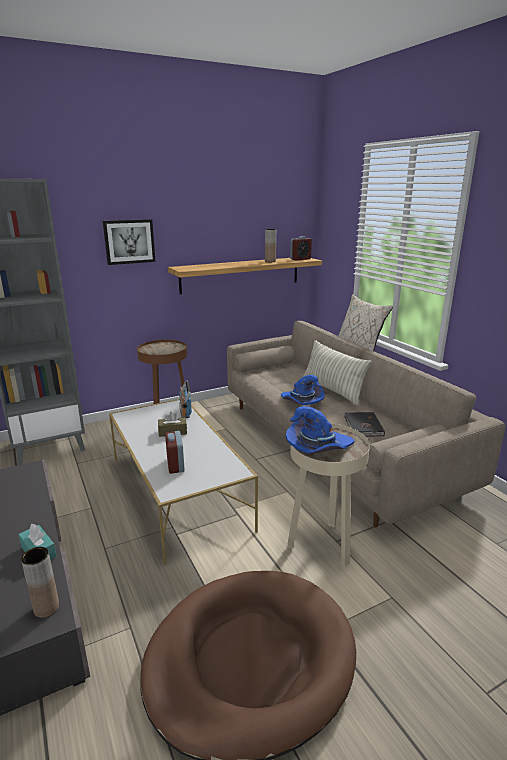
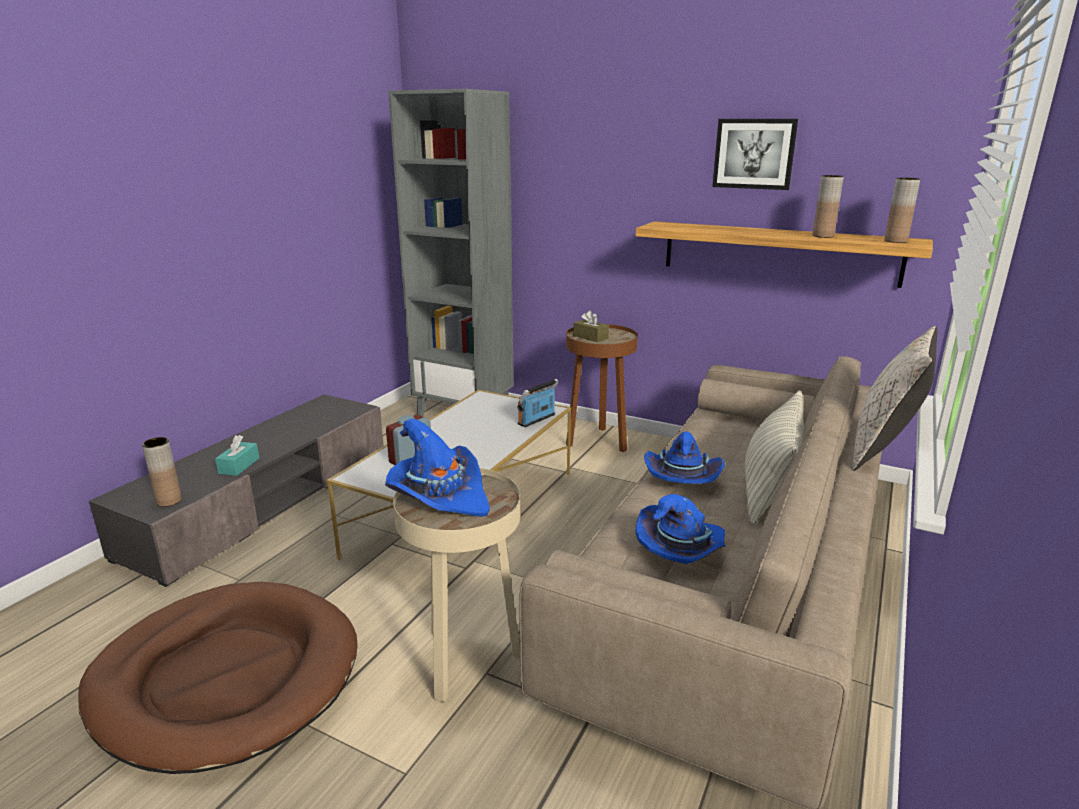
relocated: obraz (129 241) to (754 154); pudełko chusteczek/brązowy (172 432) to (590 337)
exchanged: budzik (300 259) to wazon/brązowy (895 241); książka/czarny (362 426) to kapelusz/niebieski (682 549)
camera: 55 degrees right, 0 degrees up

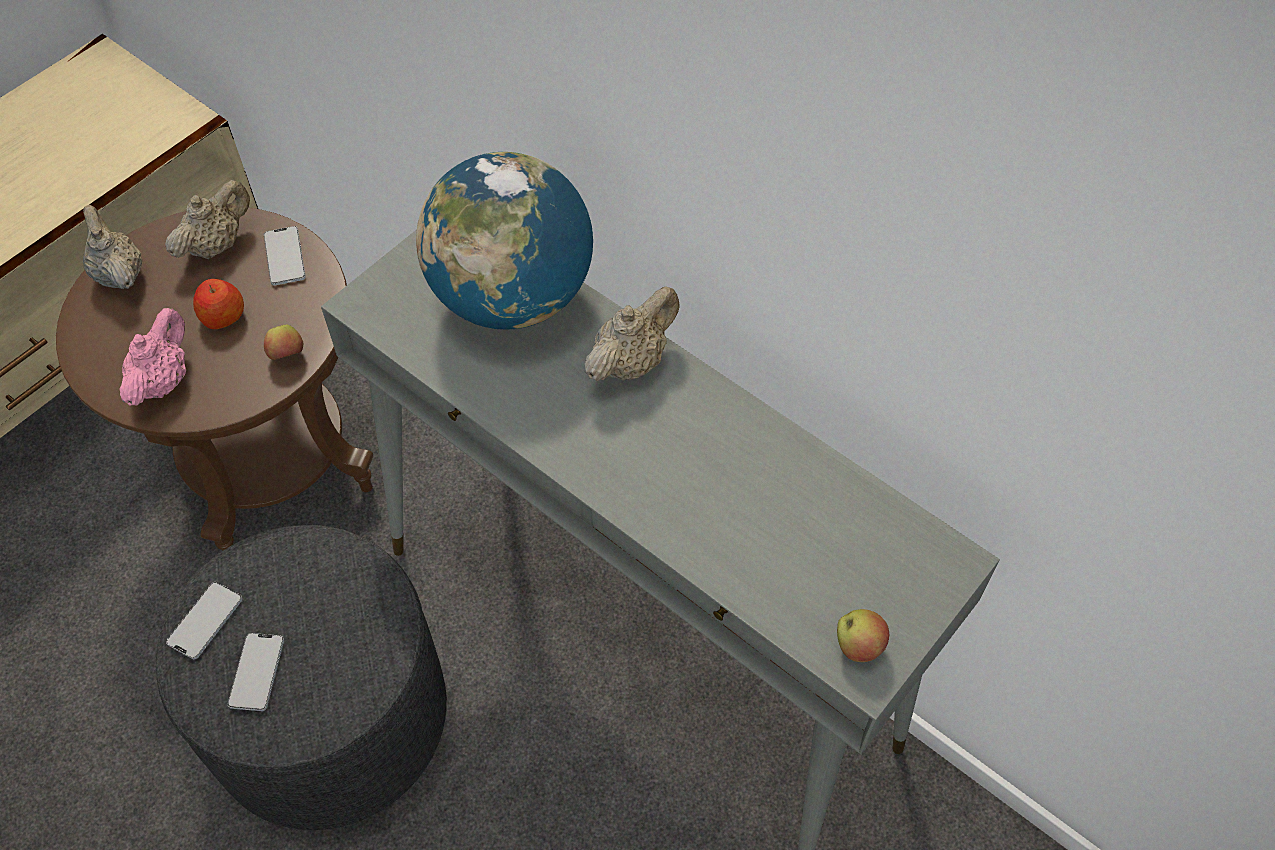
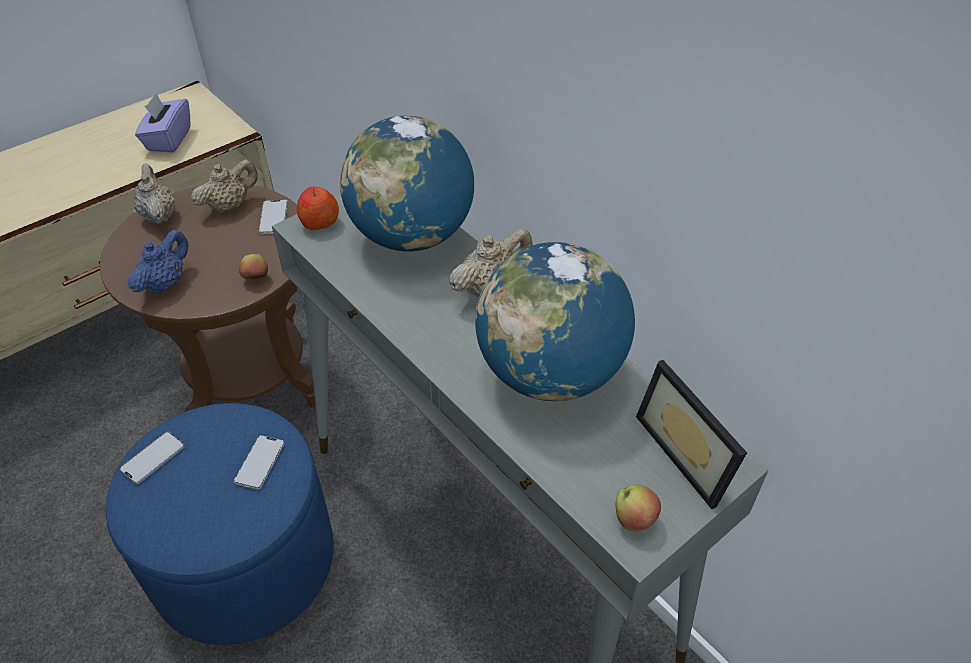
appeared: pudełko chusteczek/fioletowy (168 139); globus (550 373); ramka na zdjęcie (690 452)
relocated: jabłko (223 316) to (319 222); telefon (257 672) to (260 463)
colour: imbryk/różowy (163 381) to imbryk/niebieski (165 283); pufa/szary (330 715) to pufa/niebieski (244 560)
camera: 10 degrees right, 10 degrees down

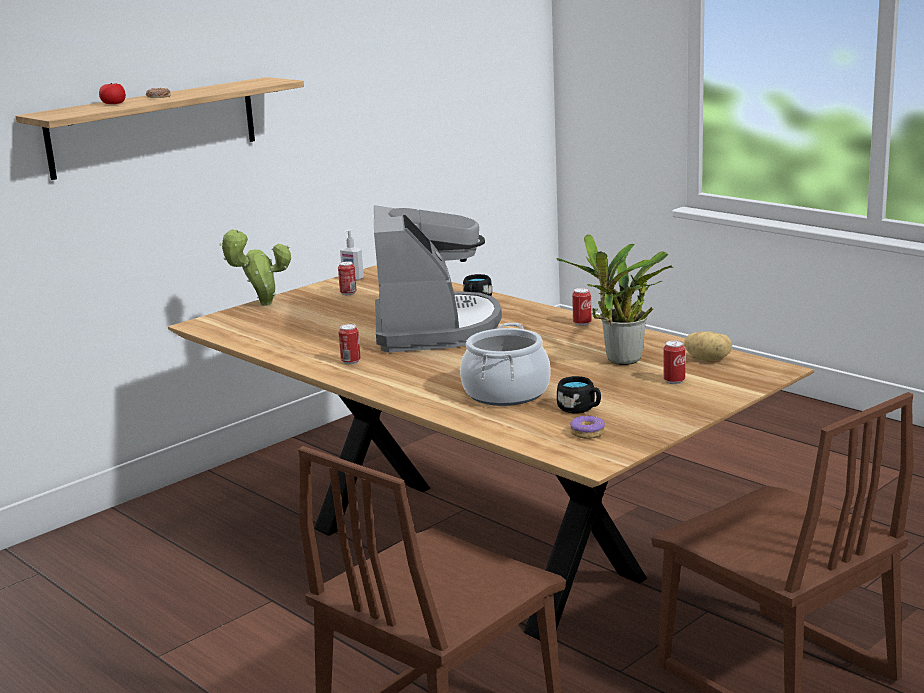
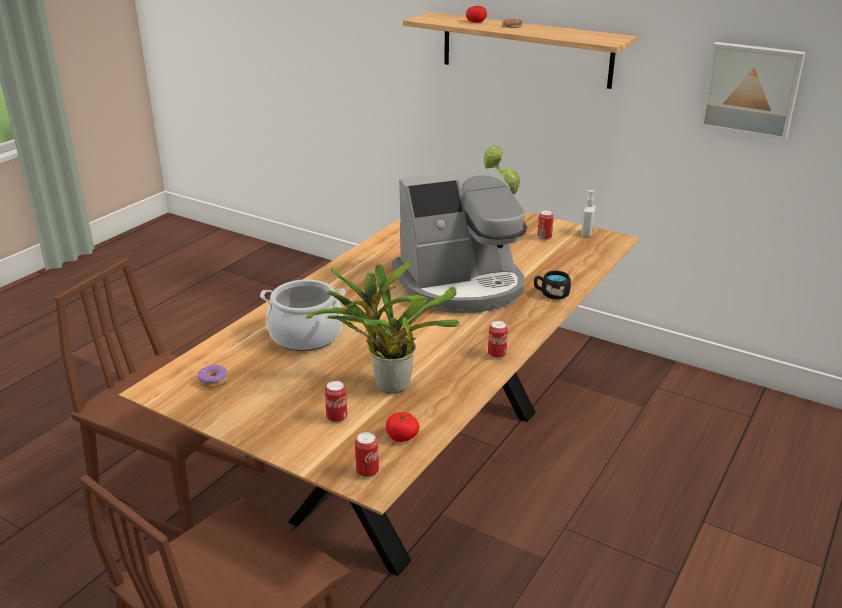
missing: kubek/czarny (580 409)
appeared: obraz (751 89)
relocated: puszka (351 361) to (367 472)
exchanged: ziemniak (708 359) to pomidor (402 436)
camera: 75 degrees right, 10 degrees up

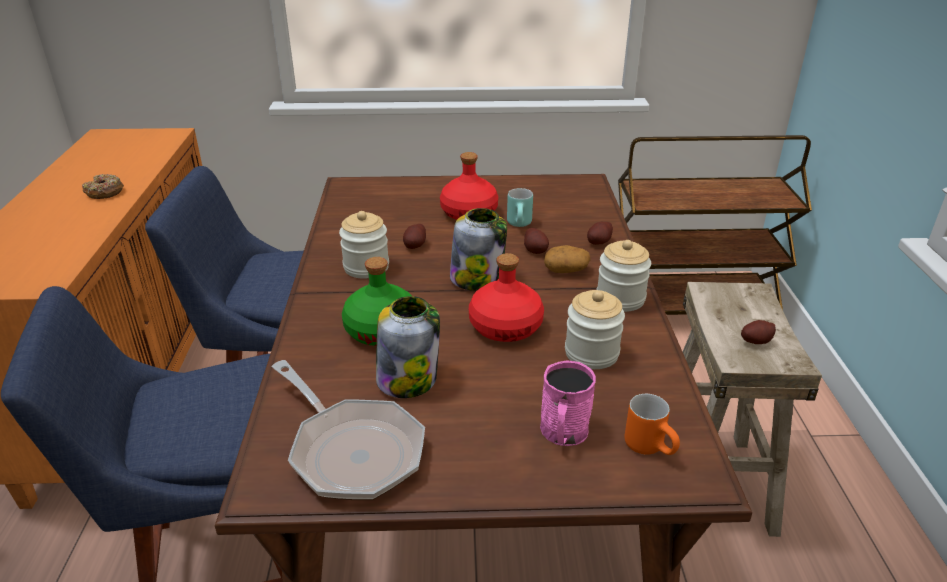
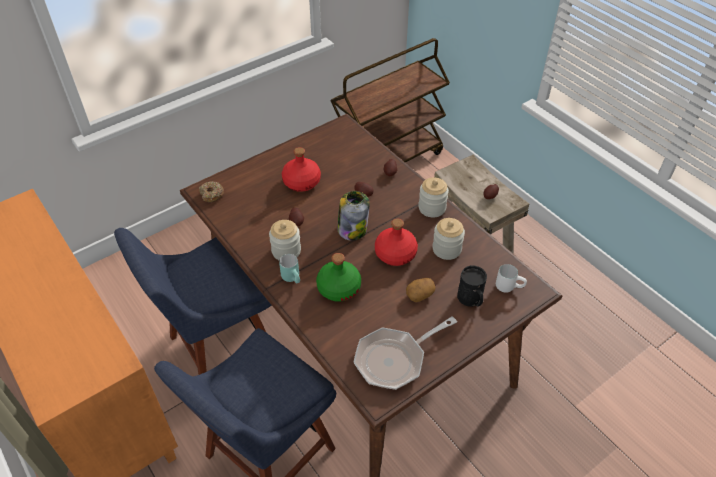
missing: słoik (408 379)
relocated: donut (105 192) to (211 195); kubek/turkusowy (521 225) to (293 278); ziemniak (566 270) to (420 294)
colour: kubek/różowy (563 433) to kubek/czarny (471 299); kubek/pomarańczowy (652 447) to kubek/biały (509 286)
spun: patelnia (351 450) = (395 359) 135 degrees clockwise
camera: 35 degrees left, 15 degrees up

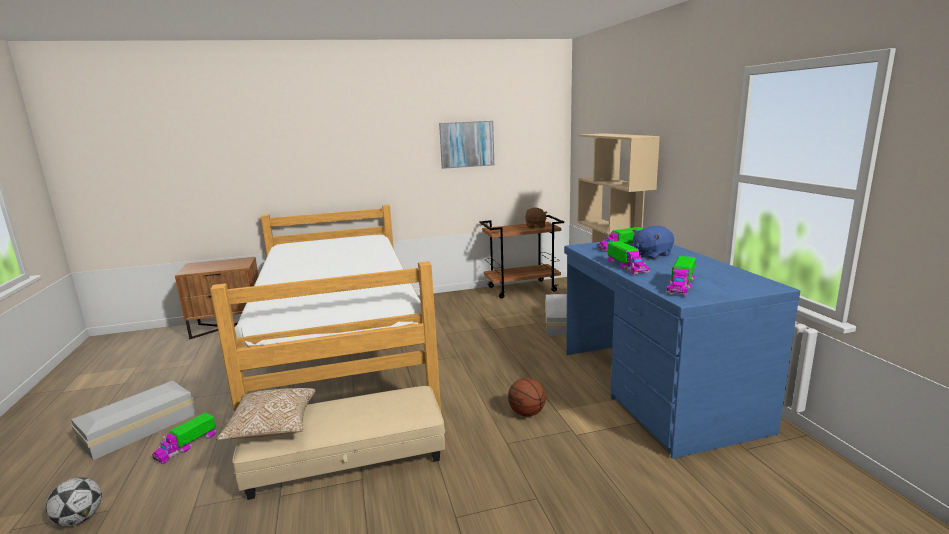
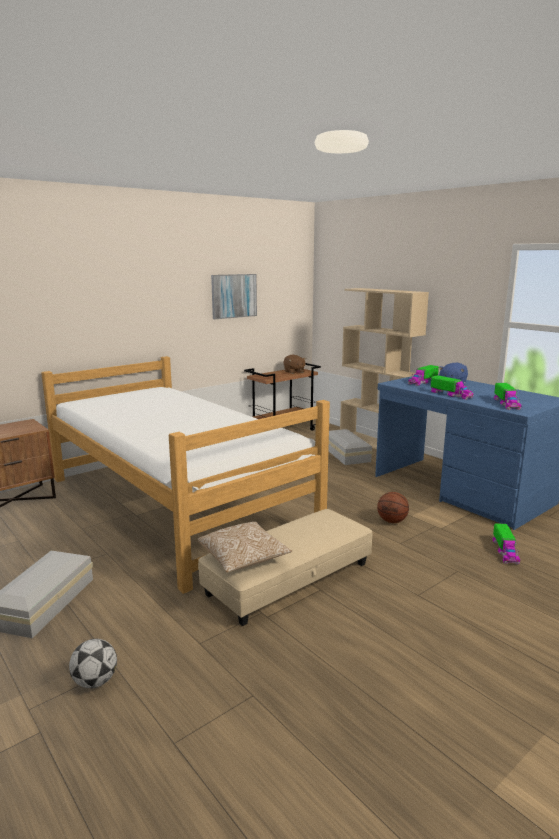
relocated: ciężarówka zabawkowa (186 446) to (505 551)
camera: 25 degrees left, 0 degrees up

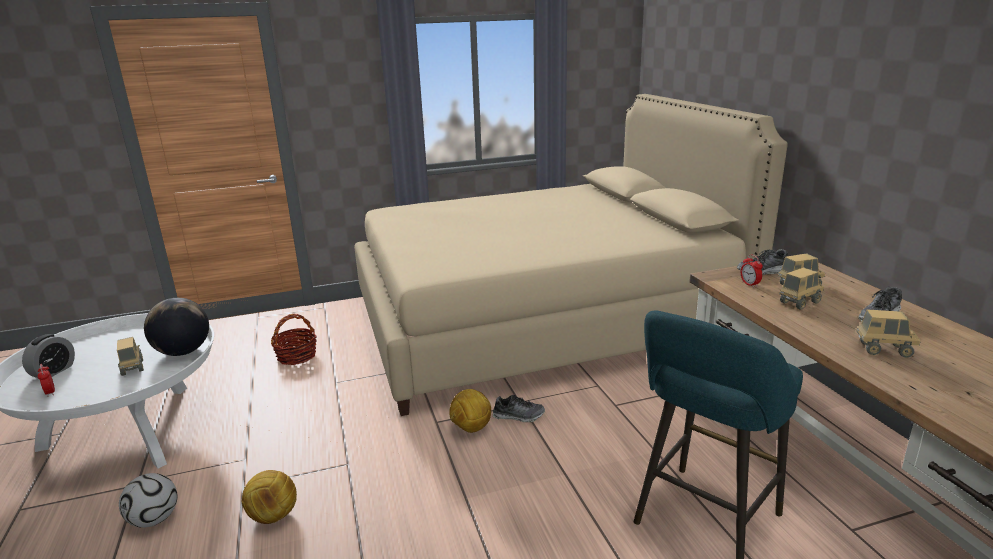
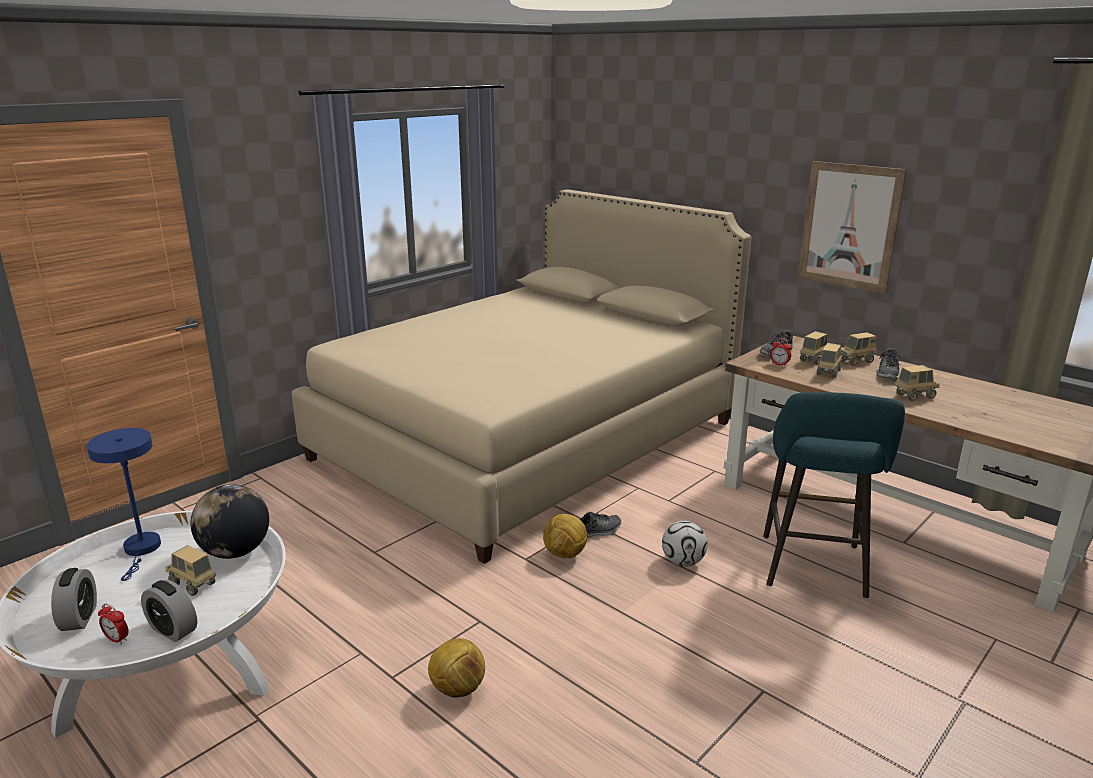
missing: koszyk (297 356)
appeared: obraz (849 226); ciężarówka zabawkowa (856 361); lampa stołowa/niebieski (141 550); budzik (173 630)
relocated: piłka futbolowa (155 519) to (683 562)
camera: 30 degrees left, 0 degrees up

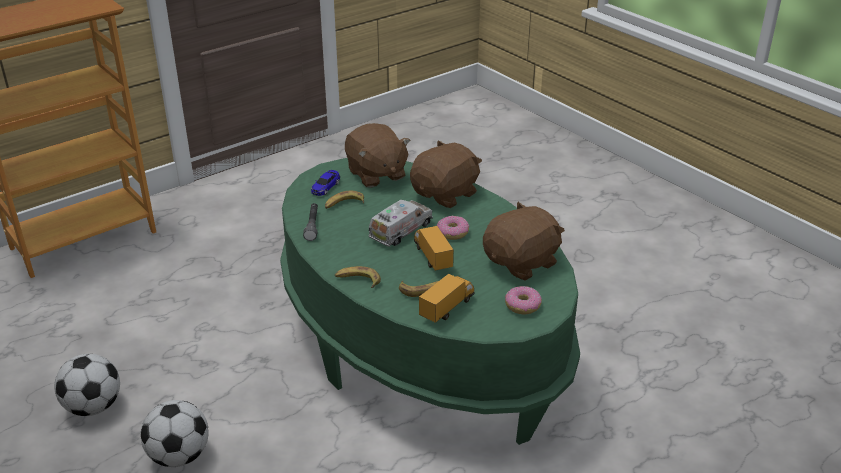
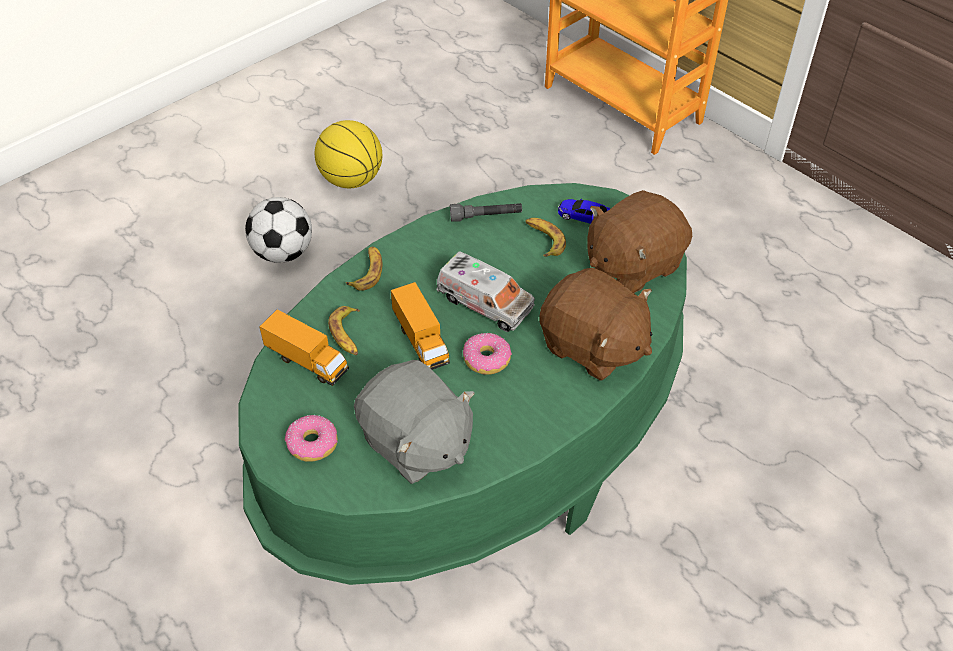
exchanged: piłka futbolowa (93 407) to piłka do koszykówki (351 179)
colour: pluszak/brązowy (522 263) to pluszak/szary (416 443)
spun: ciężarówka zabawkowa (432 258) = (421 341) 90 degrees clockwise
camera: 85 degrees right, 15 degrees up

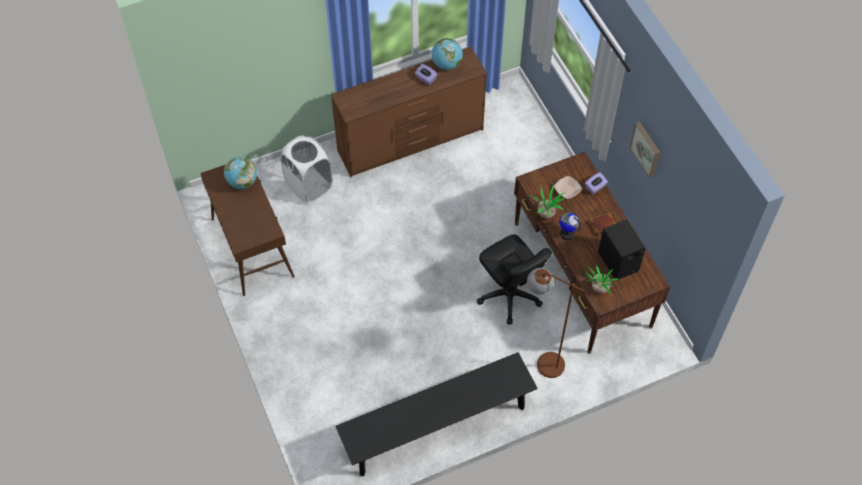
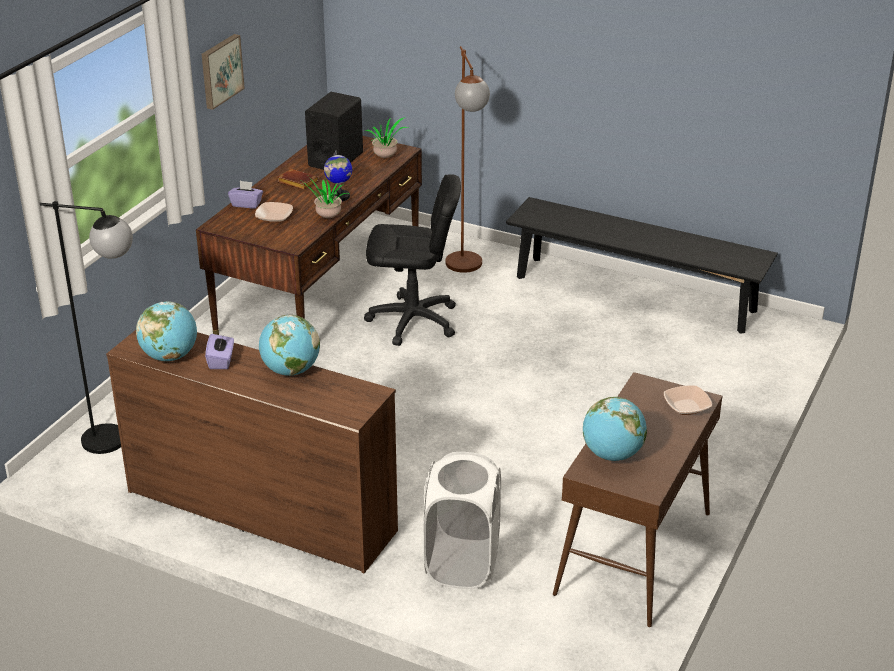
appeared: lampa stojąca/czarny (119 441); globus (290 371); miska (686 407)
spun: krzesło biurowe/czarny (509 295) = (413 321) 75 degrees clockwise
camera: 130 degrees left, 25 degrees down

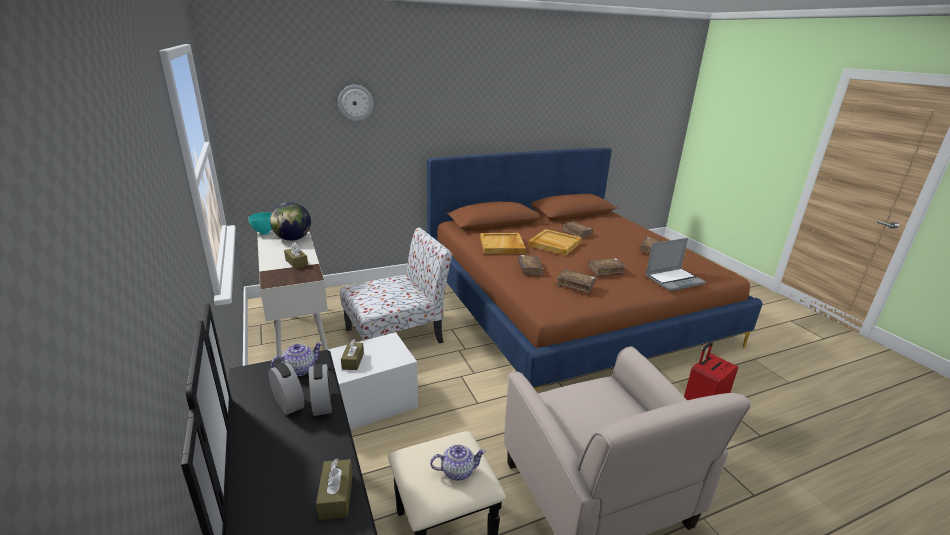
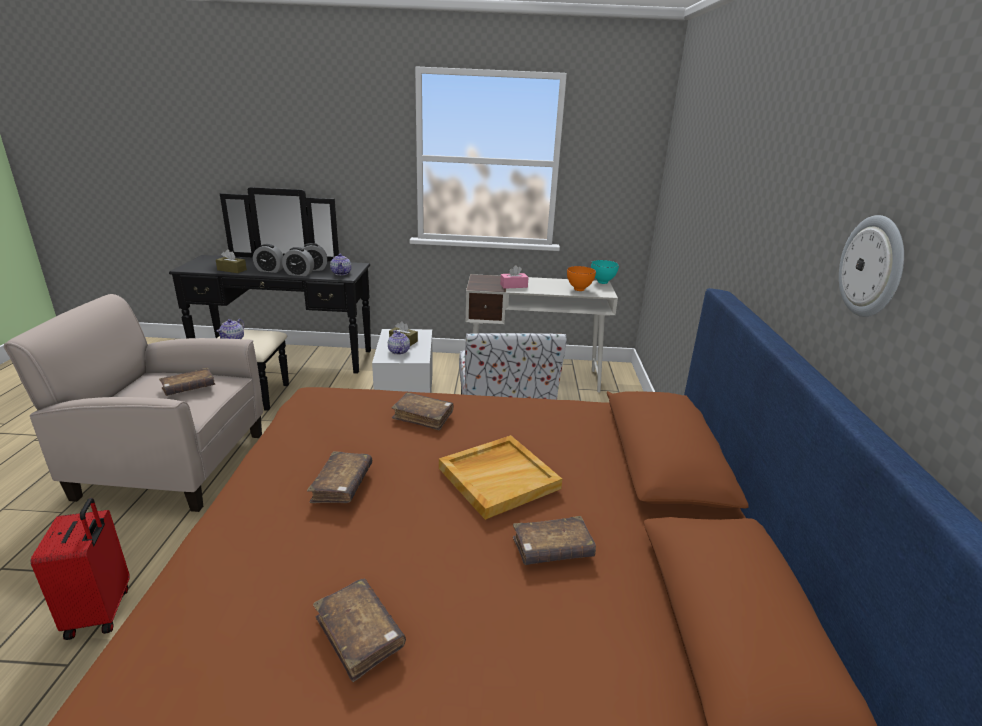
missing: taca/beżowy (502 245); laptop (674 280)
appeared: budzik (270 270); imbryk (398 351)
relocated: zegar ścienny (355 103) to (872 266); książka/brązowy (575 285) to (189 388)
exchanged: globus (293 239) to miska/pomarańczowy (578 289)
colour: pudełko chusteczek/brązowy (296 262) to pudełko chusteczek/różowy (513 286)
camera: 115 degrees right, 0 degrees up

